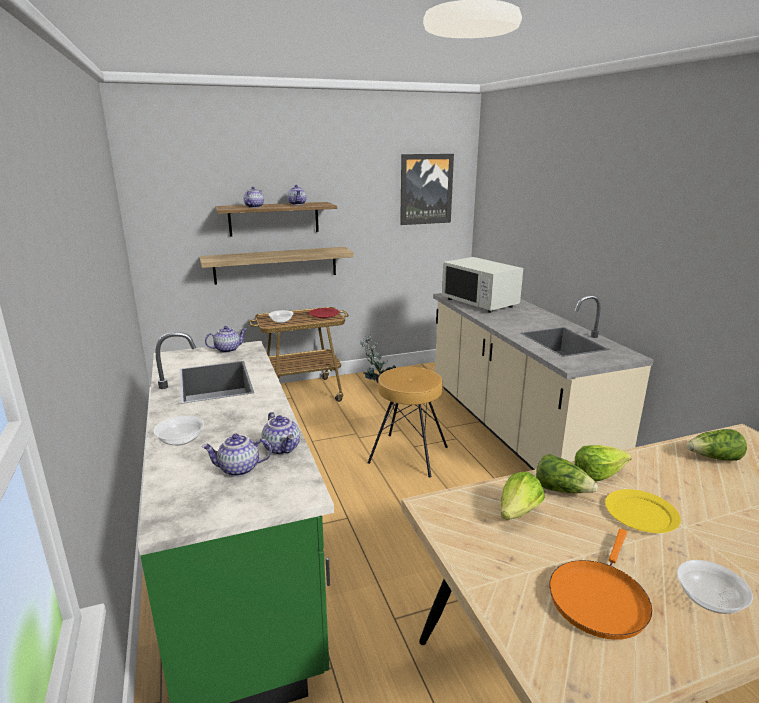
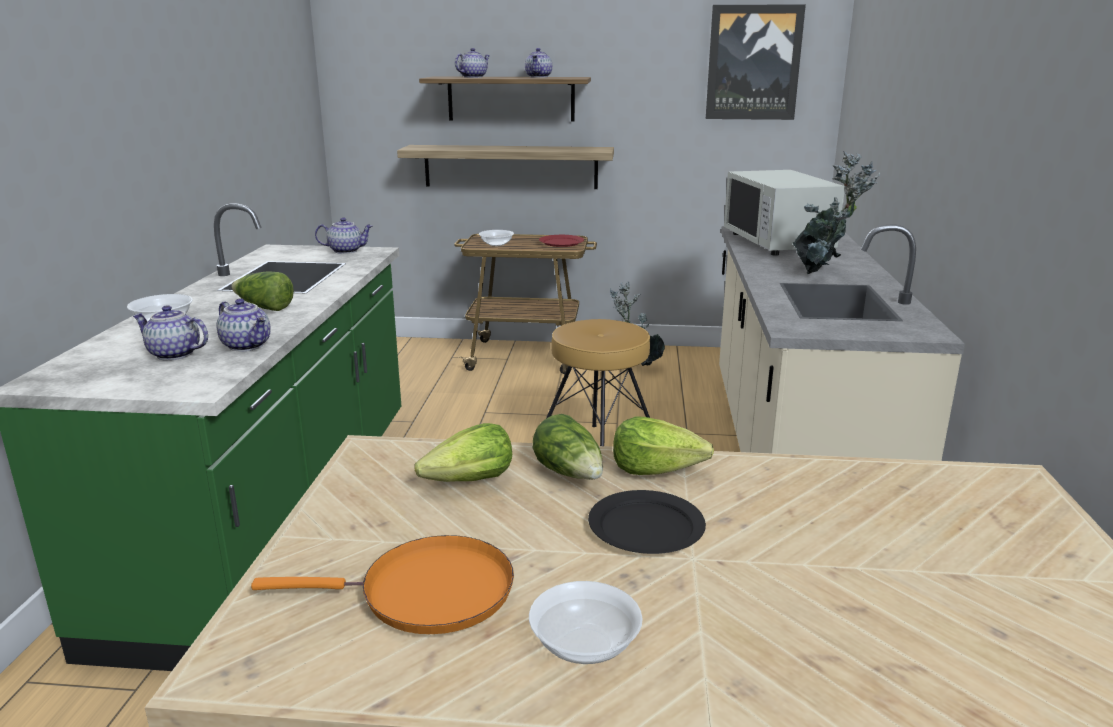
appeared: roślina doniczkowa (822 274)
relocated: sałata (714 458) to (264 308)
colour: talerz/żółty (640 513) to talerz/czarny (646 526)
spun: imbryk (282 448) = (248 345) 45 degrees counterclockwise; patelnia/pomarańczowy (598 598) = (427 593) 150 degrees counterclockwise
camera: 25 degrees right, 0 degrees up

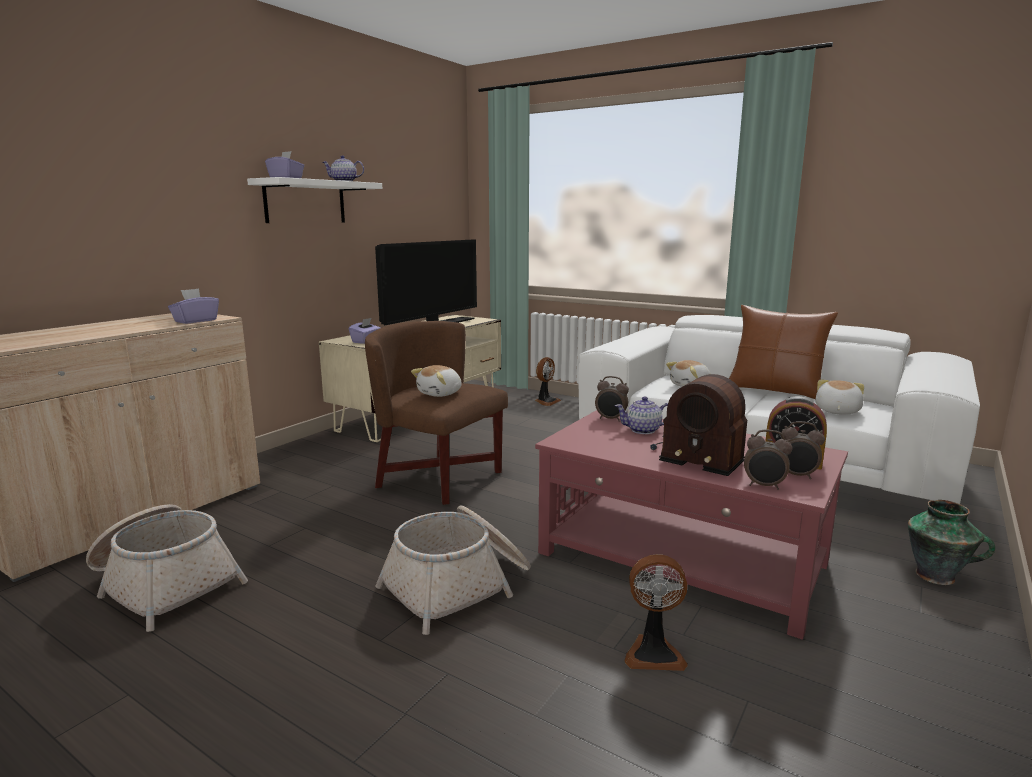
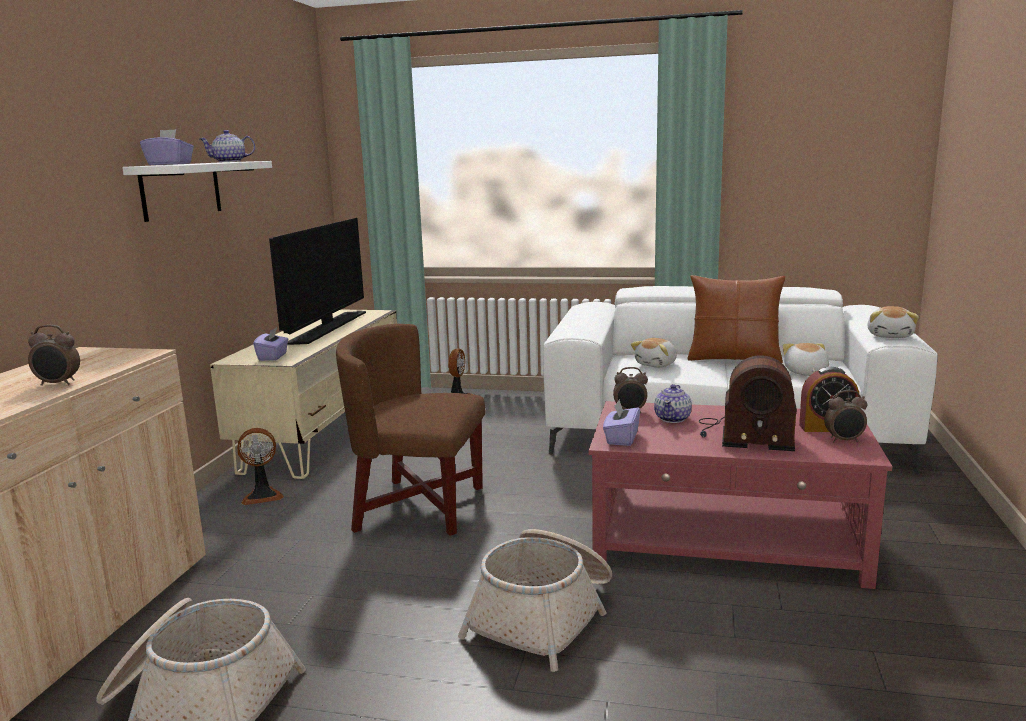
missing: wazon (937 576)
relocated: pudełko chusteczek/fioletowy (195 321) to (621 438); pluszak (440 394) to (890 336); budzik (764 486) to (58 384); wentylator (653 653) to (262 496)
spun: imbryk (643 430) = (673 418) 45 degrees counterclockwise
camera: 20 degrees left, 0 degrees up

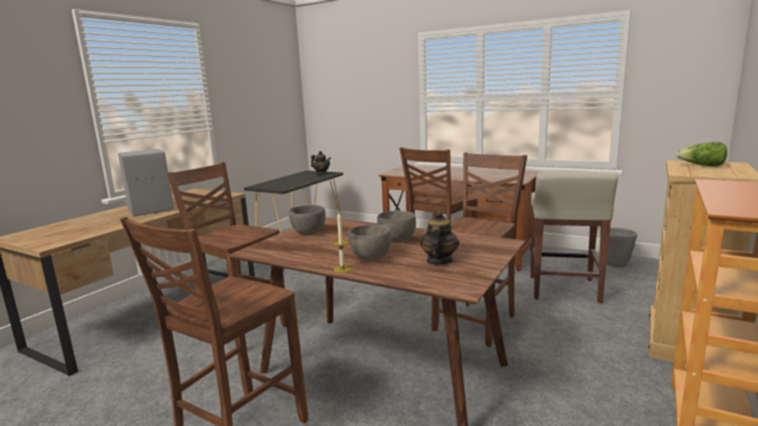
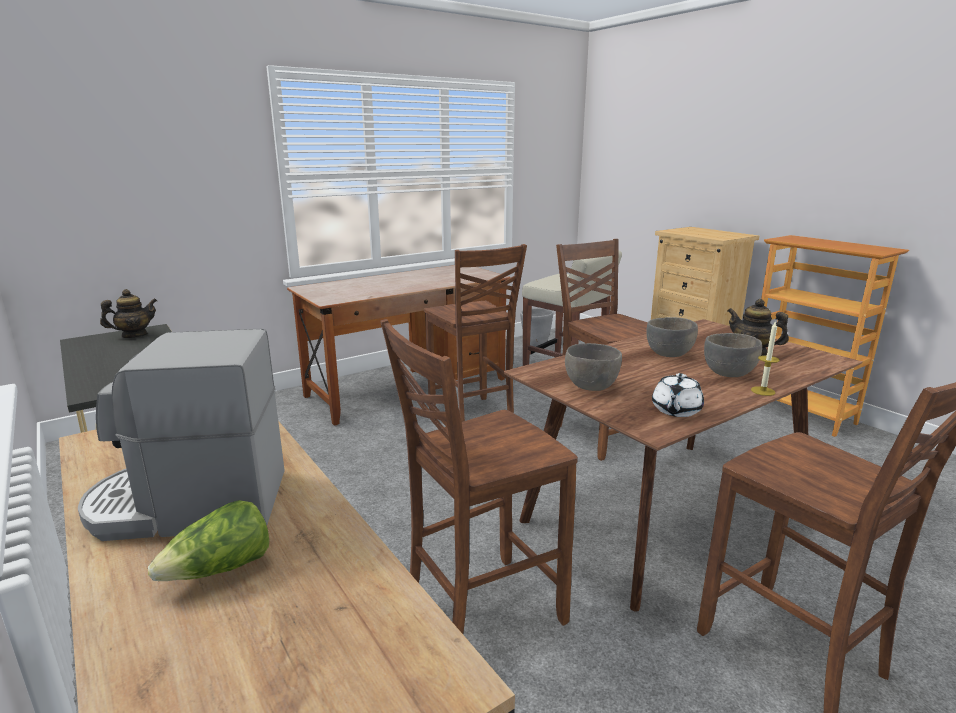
appeared: imbryk/biały (675 410)
relocated: sałata (702 166) to (220 570)
camera: 65 degrees left, 5 degrees up

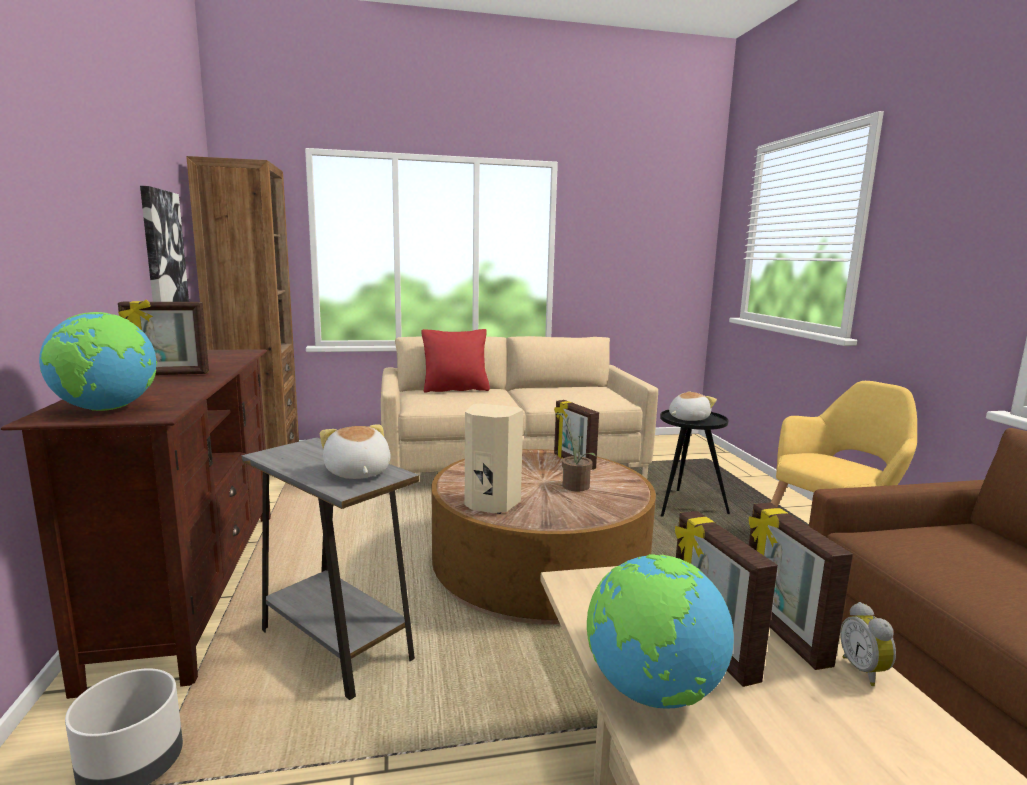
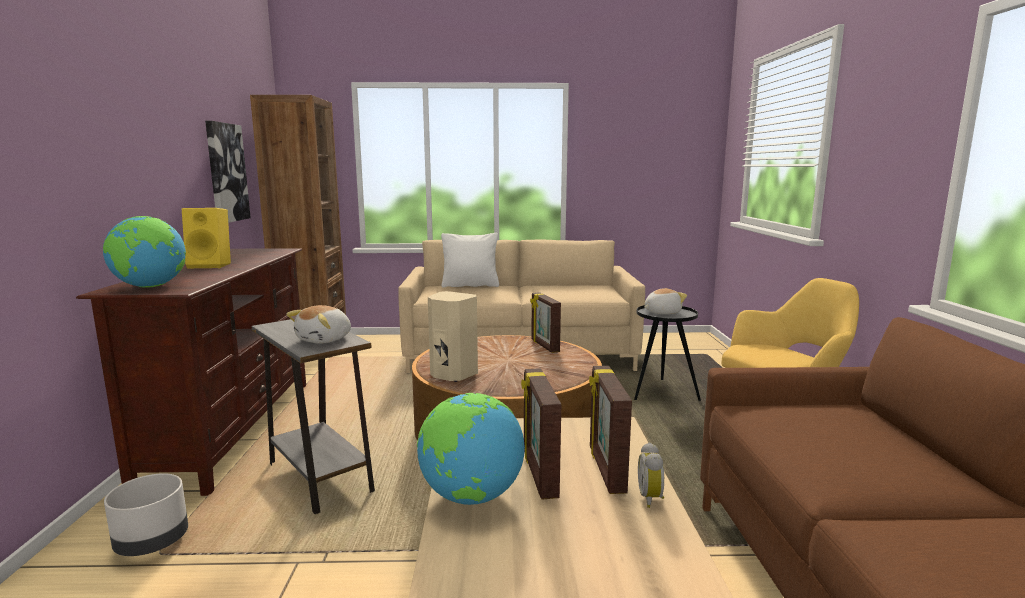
missing: roślina doniczkowa (574 484)
exchanged: ramka na zdjęcie (168 375) to głośnik/żółty (211 265)
colour: poduszka/czerwony (455 389) to poduszka/biały (470 285)
spun: pluszak (357 473) = (325 339) 135 degrees counterclockwise
camera: 10 degrees right, 0 degrees up

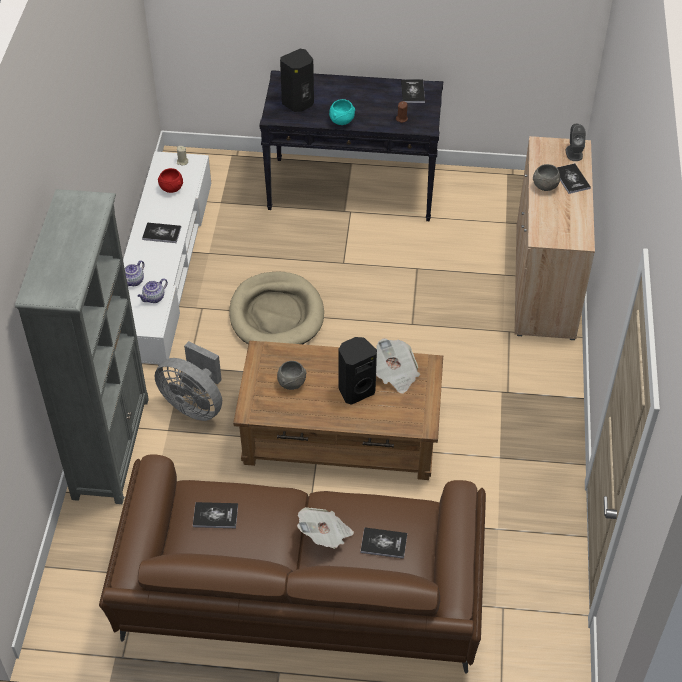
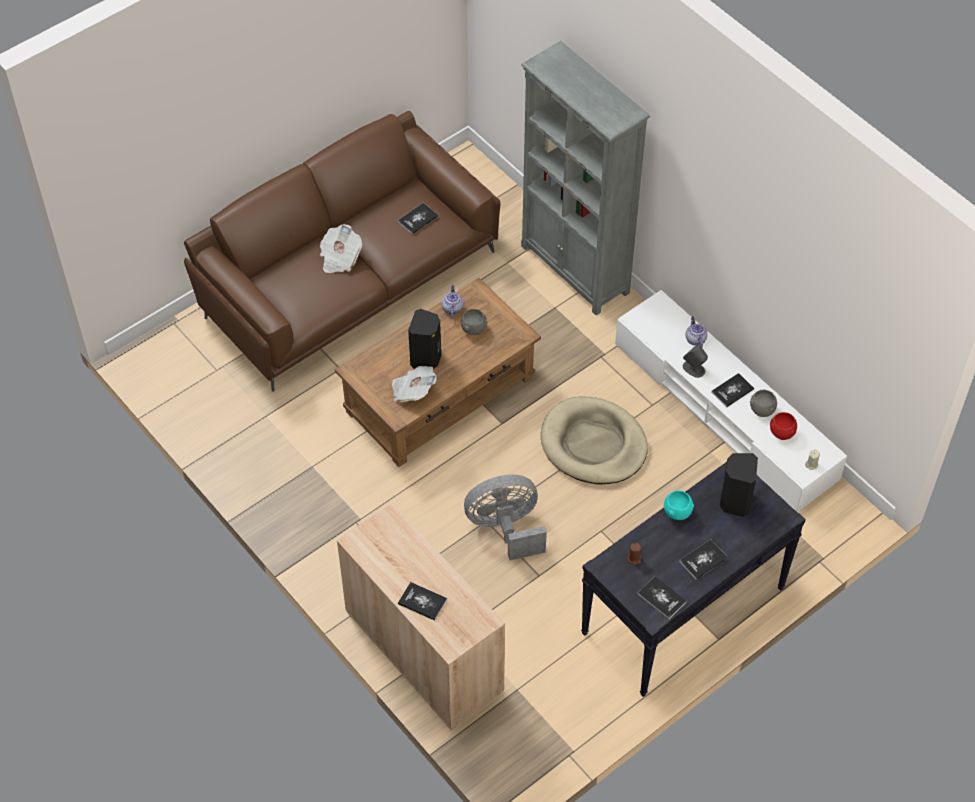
relocated: głośnik/szary (574 153) to (694 369); miska/szary (545 187) to (761 410); imbryk (153 298) to (452 308); wentylator/szary (195 404) to (505 528); książka (384 543) to (703 560)
camera: 135 degrees right, 5 degrees up

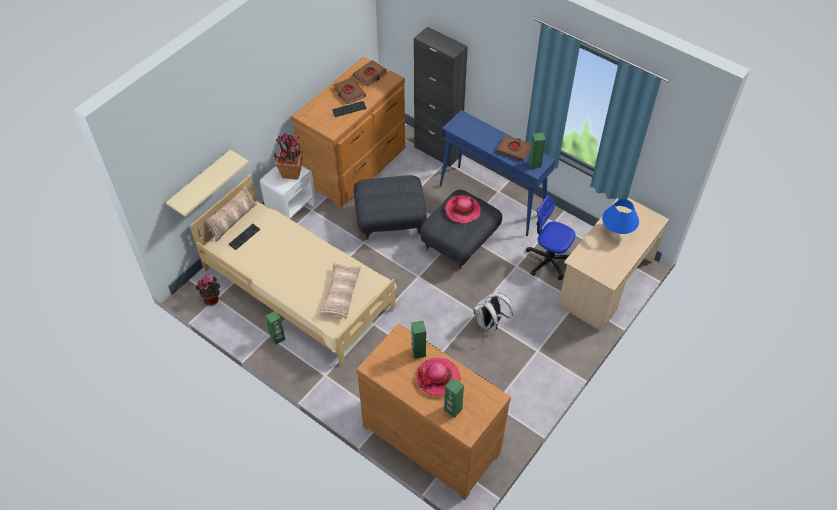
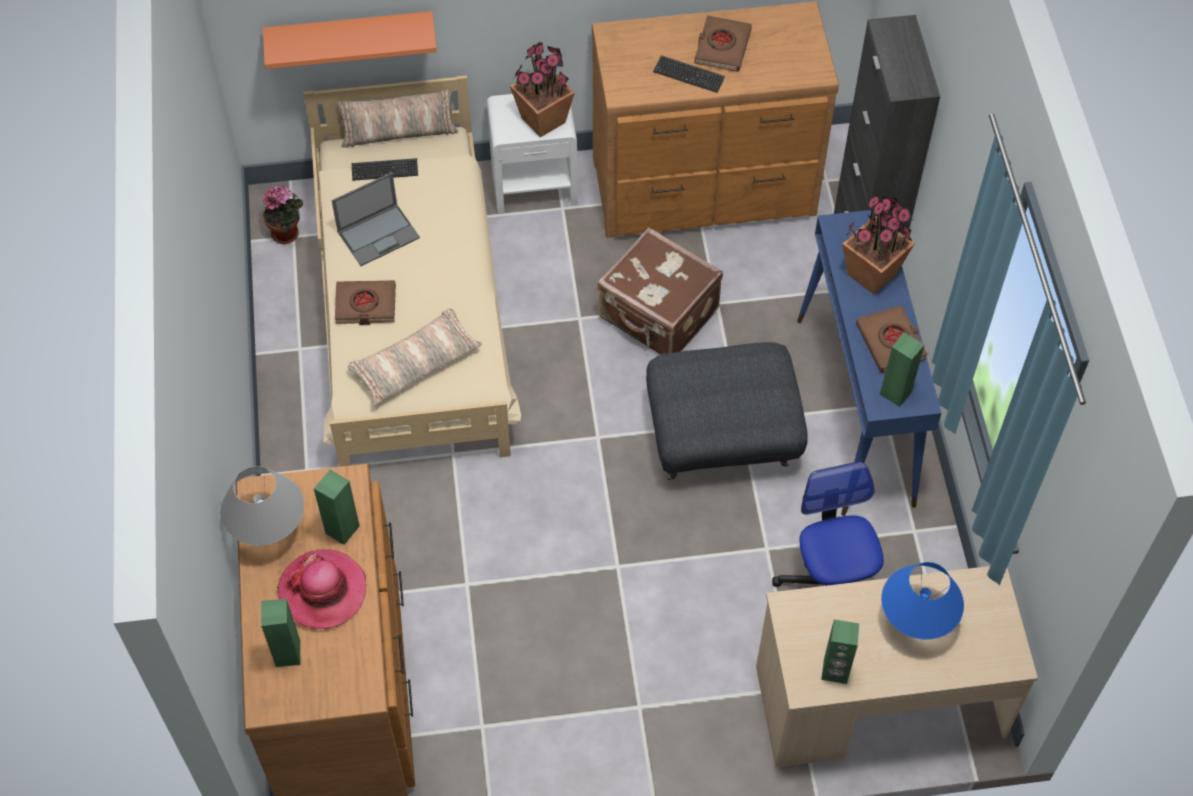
missing: kapelusz (463 210); plecak/biały (490 323)
appeared: laptop (379 234); roślina doniczkowa (872 274); lampa stołowa/szary (269 530)
relocated: książka/brązowy (370 75) to (365 305); głośnik/zielony (278 338) to (835 671)
exchanged: pufa/szary (390 220) to walizka/brązowy (658 316)
colour: półka/beżowy (201 183) to półka/pomarańczowy (350 35)
camera: 45 degrees right, 5 degrees up

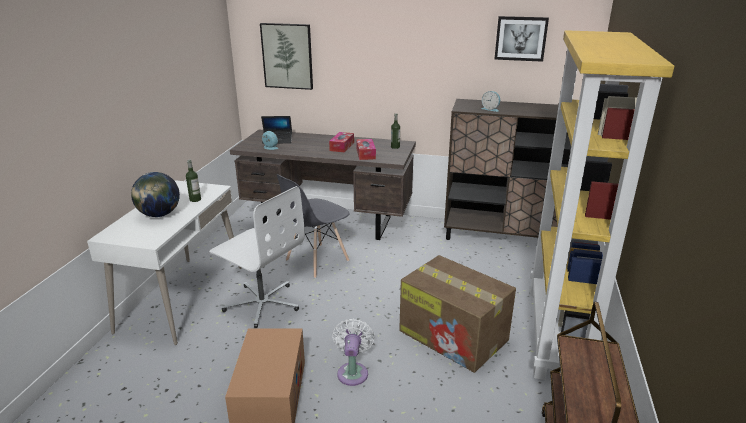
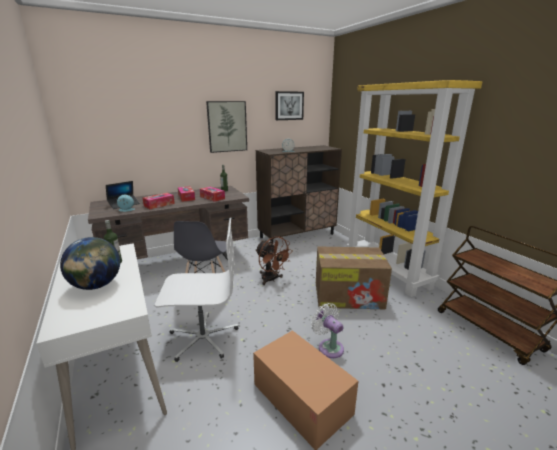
appeared: pudełko chusteczek (159 205); wentylator/brązowy (271 280)
relocated: obraz (287 56) to (227 126)
camera: 40 degrees left, 5 degrees down

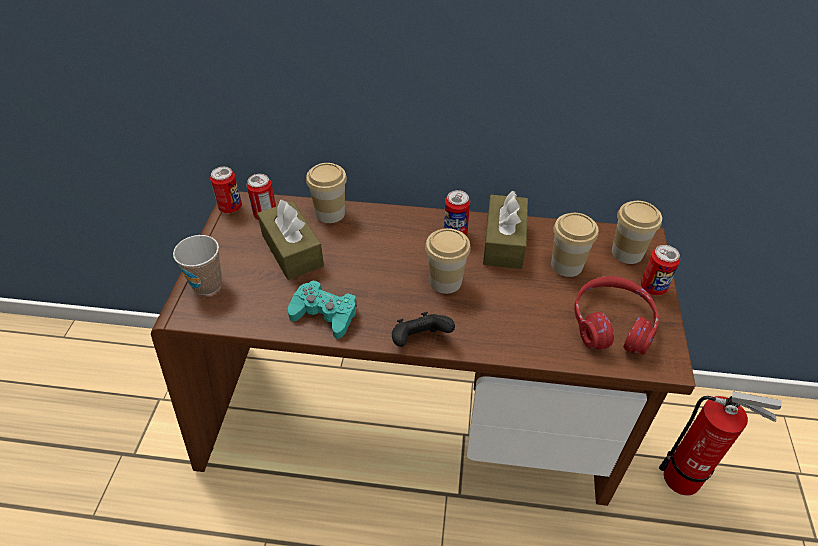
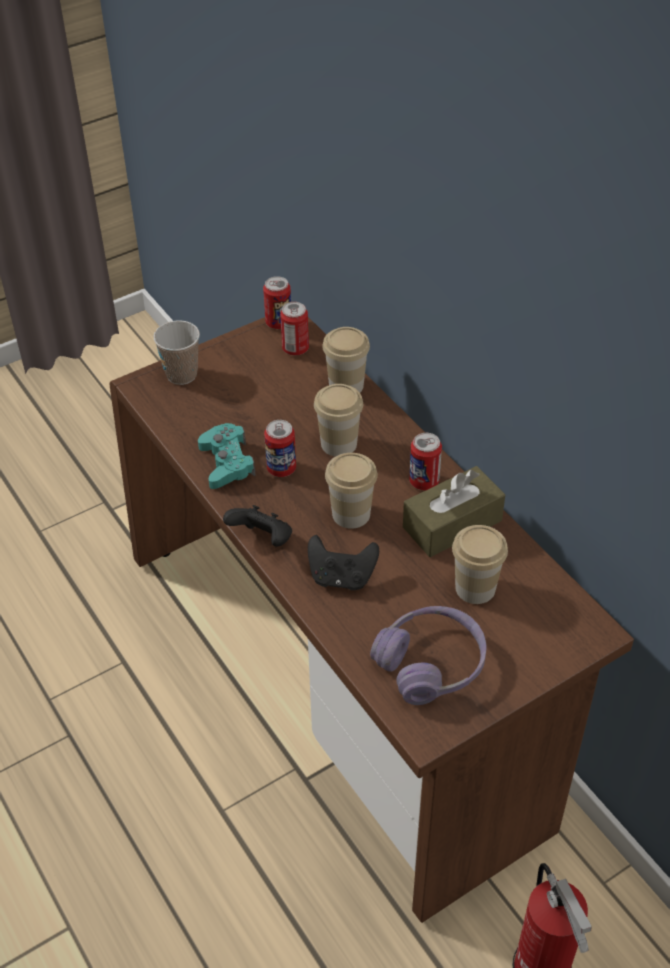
missing: pudełko chusteczek/brązowy (292 250)
appeared: pad do gier/czarny (341 577)
relocated: filiżanka (627 253) to (339 444); puszka (653 287) to (281 468)
colour: słuchawki/czerwony (612 324) to słuchawki/fioletowy (430 664)
camera: 50 degrees right, 0 degrees up

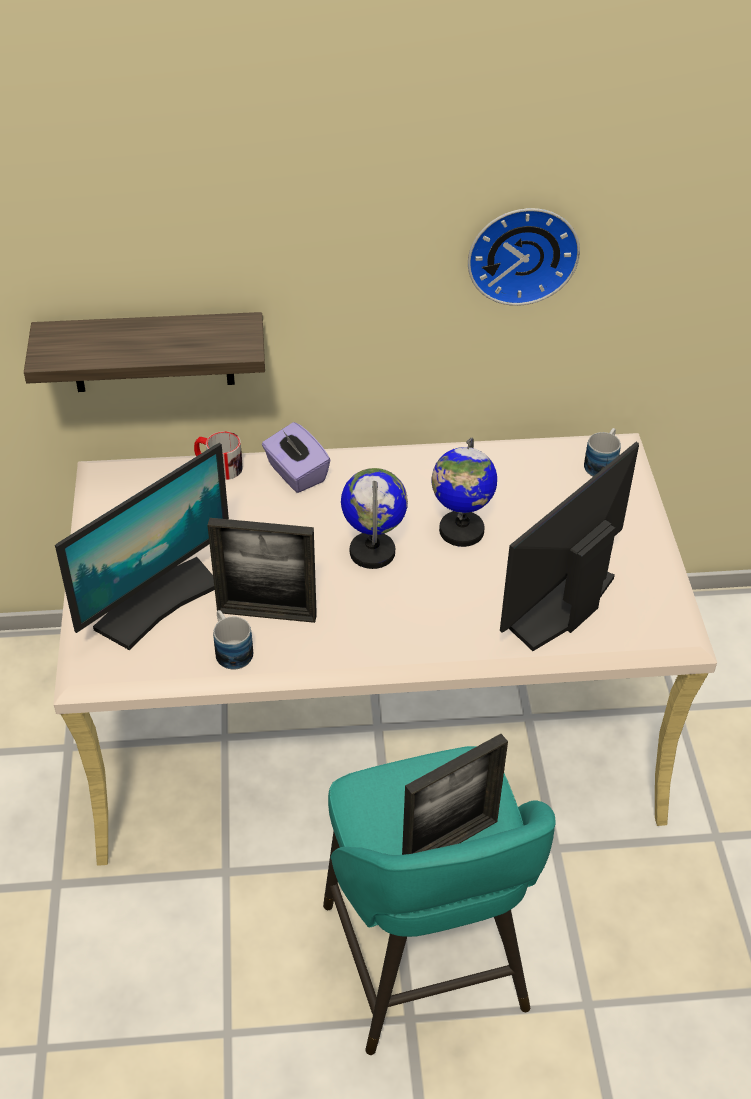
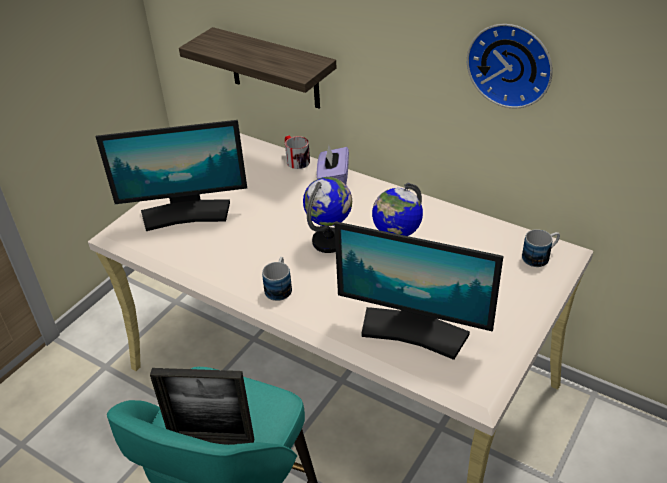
missing: ramka na zdjęcie (266 614)
relocated: kubek (231 649) to (279 287)
spun: monitor (562 606) = (413 330) 150 degrees counterclockwise
camera: 40 degrees right, 5 degrees down

